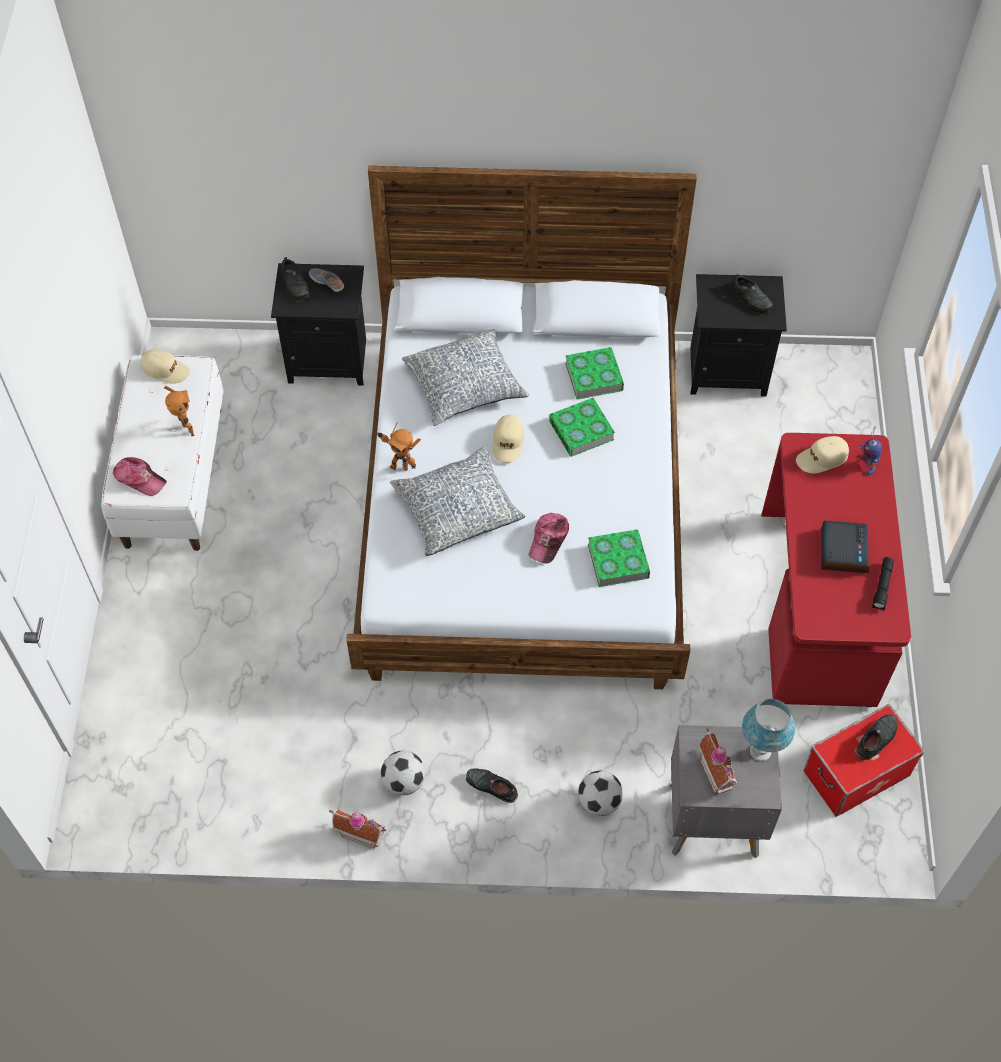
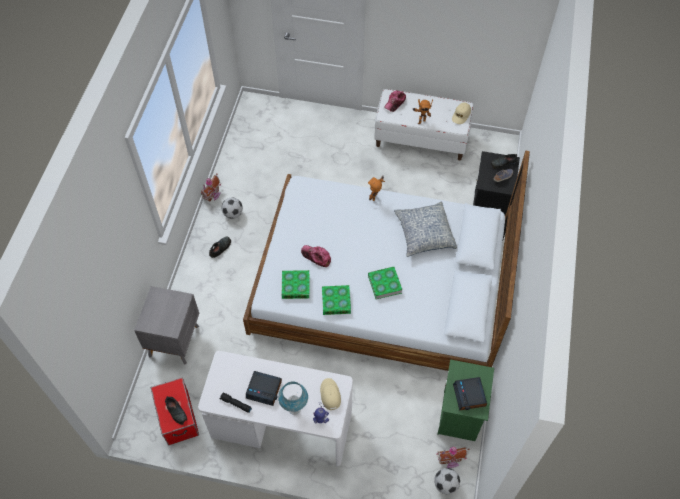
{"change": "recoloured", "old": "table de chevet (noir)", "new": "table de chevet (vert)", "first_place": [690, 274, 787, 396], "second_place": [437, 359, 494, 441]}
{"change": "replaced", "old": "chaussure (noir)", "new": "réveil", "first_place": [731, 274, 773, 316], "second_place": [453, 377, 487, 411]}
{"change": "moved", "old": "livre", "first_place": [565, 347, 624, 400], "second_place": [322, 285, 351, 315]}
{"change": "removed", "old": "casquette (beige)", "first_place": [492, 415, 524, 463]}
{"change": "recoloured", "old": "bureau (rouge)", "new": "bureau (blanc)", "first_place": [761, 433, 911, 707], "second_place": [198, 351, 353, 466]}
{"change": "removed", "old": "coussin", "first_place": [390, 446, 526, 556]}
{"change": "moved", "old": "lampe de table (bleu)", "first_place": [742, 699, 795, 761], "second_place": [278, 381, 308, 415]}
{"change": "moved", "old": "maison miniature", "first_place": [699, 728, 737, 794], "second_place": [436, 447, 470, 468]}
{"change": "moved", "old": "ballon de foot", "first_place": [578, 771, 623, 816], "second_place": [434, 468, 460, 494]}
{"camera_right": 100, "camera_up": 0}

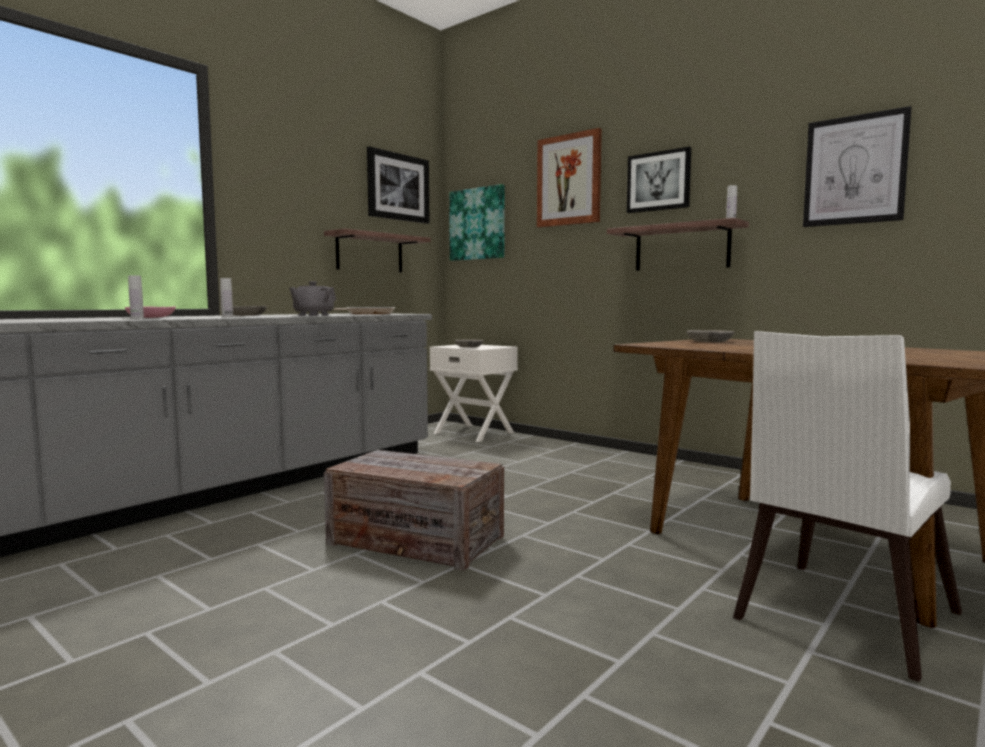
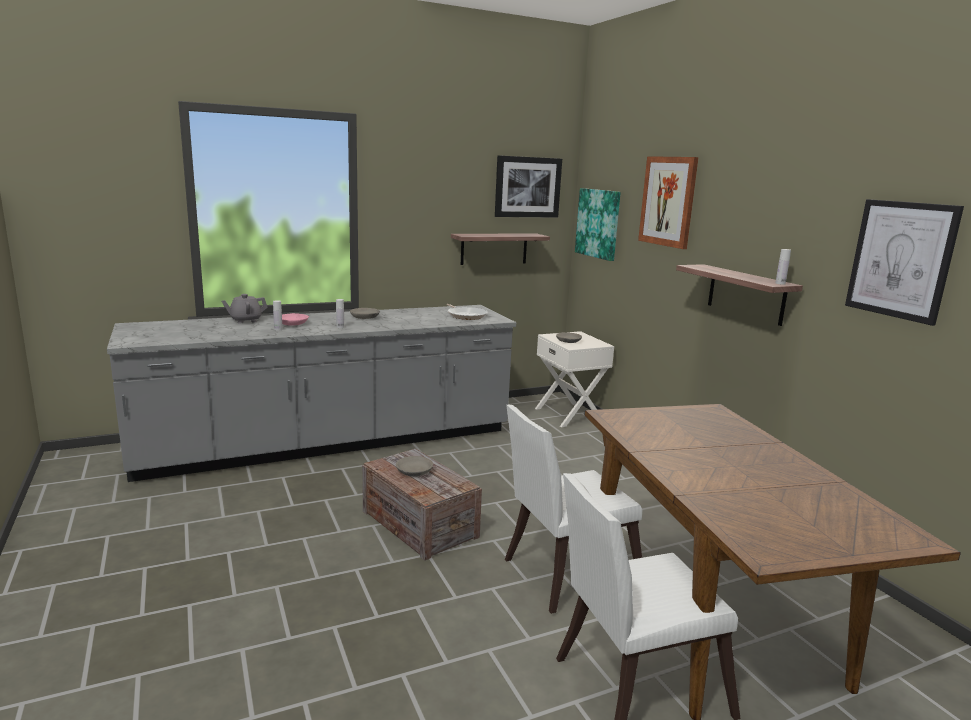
{"change": "removed", "old": "tableau", "first_place": [627, 147, 691, 213]}
{"change": "moved", "old": "théière (gris)", "first_place": [289, 281, 336, 316], "second_place": [221, 294, 268, 323]}
{"change": "moved", "old": "bol (gris)", "first_place": [687, 330, 735, 342], "second_place": [396, 456, 433, 477]}
{"change": "added", "new": "chaise (blanc)", "second_place": [505, 404, 643, 614]}
{"camera_right": 25, "camera_up": 10}

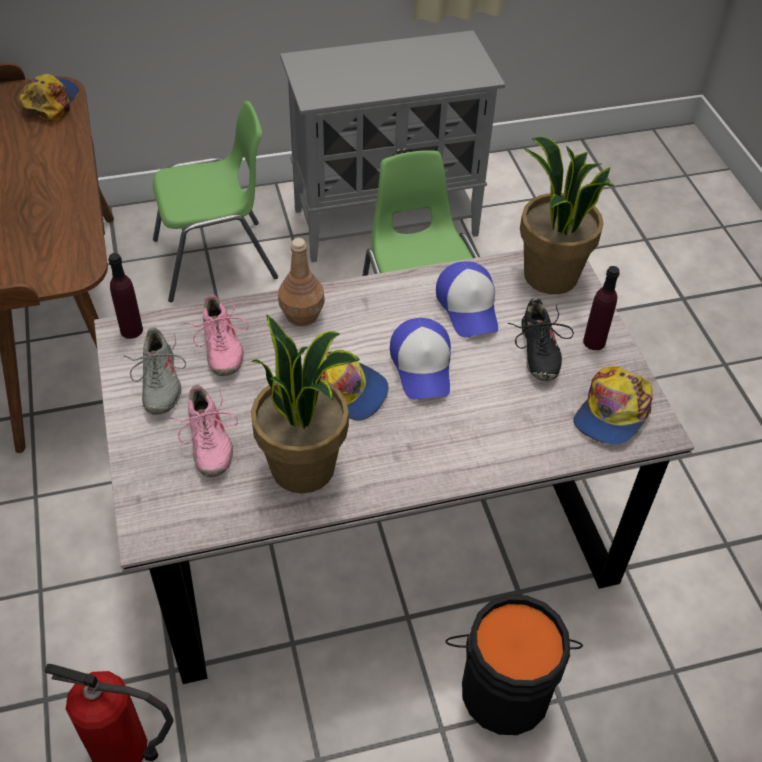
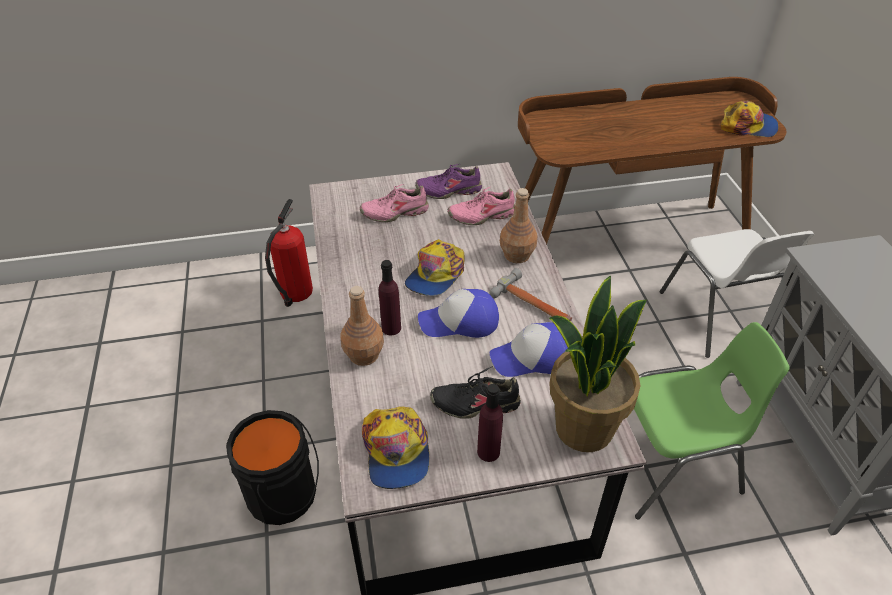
{"change": "recoloured", "old": "chaise (vert)", "new": "chaise (blanc)", "first_place": [153, 101, 278, 302], "second_place": [660, 229, 814, 358]}
{"change": "moved", "old": "bouteille (violet)", "first_place": [108, 253, 143, 339], "second_place": [379, 260, 401, 335]}
{"change": "removed", "old": "plante en pot", "first_place": [251, 315, 360, 493]}
{"change": "recoloured", "old": "chaussure (gris)", "new": "chaussure (violet)", "first_place": [123, 327, 186, 415], "second_place": [415, 164, 482, 199]}
{"change": "turned", "old": "casquette", "first_place": [573, 366, 653, 445], "second_place": [362, 406, 429, 489], "degrees": -135}
{"change": "added", "new": "marteau", "second_place": [490, 268, 572, 321]}
{"change": "added", "new": "bouteille (marron)", "second_place": [340, 286, 384, 366]}
{"camera_right": 95, "camera_up": -5}

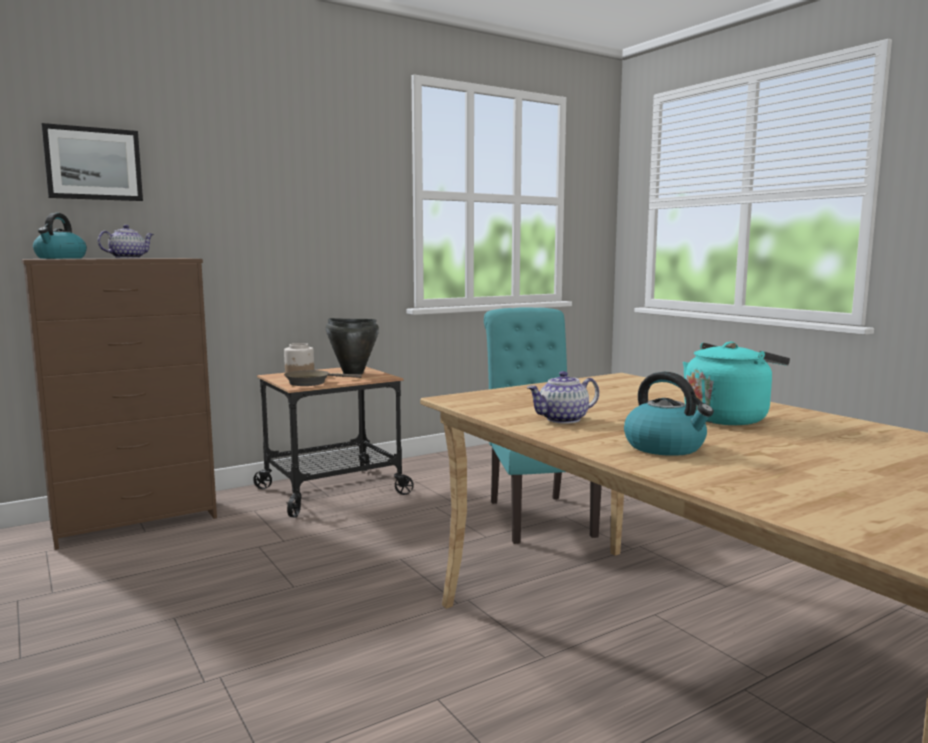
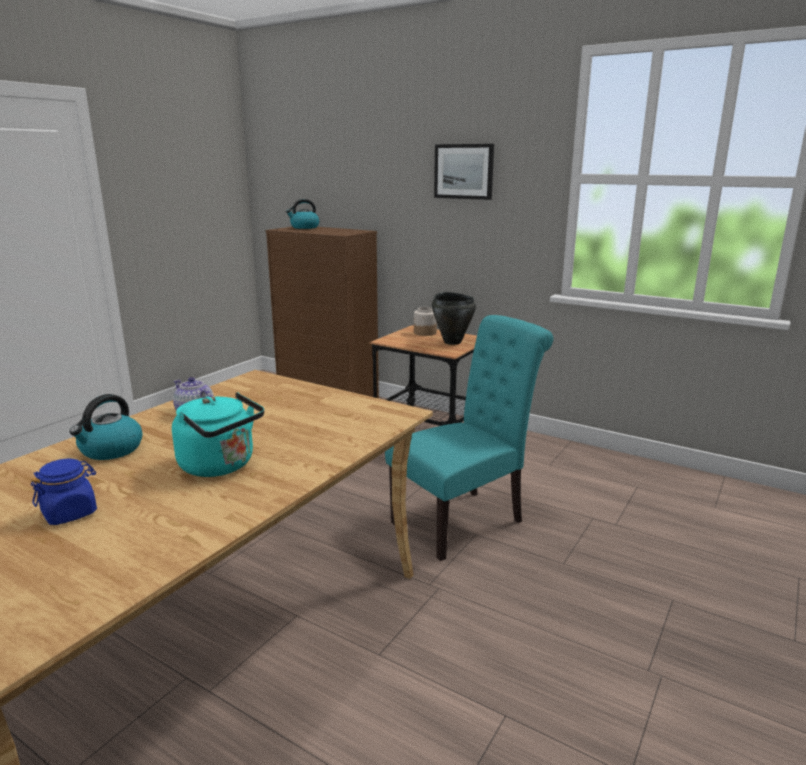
{"change": "moved", "old": "tableau", "first_place": [41, 123, 143, 201], "second_place": [434, 144, 494, 200]}
{"change": "removed", "old": "théière", "first_place": [98, 225, 154, 258]}
{"change": "removed", "old": "poêle (marron)", "first_place": [284, 370, 362, 386]}
{"change": "added", "new": "bocal (bleu)", "second_place": [31, 459, 97, 525]}
{"camera_right": 65, "camera_up": 10}

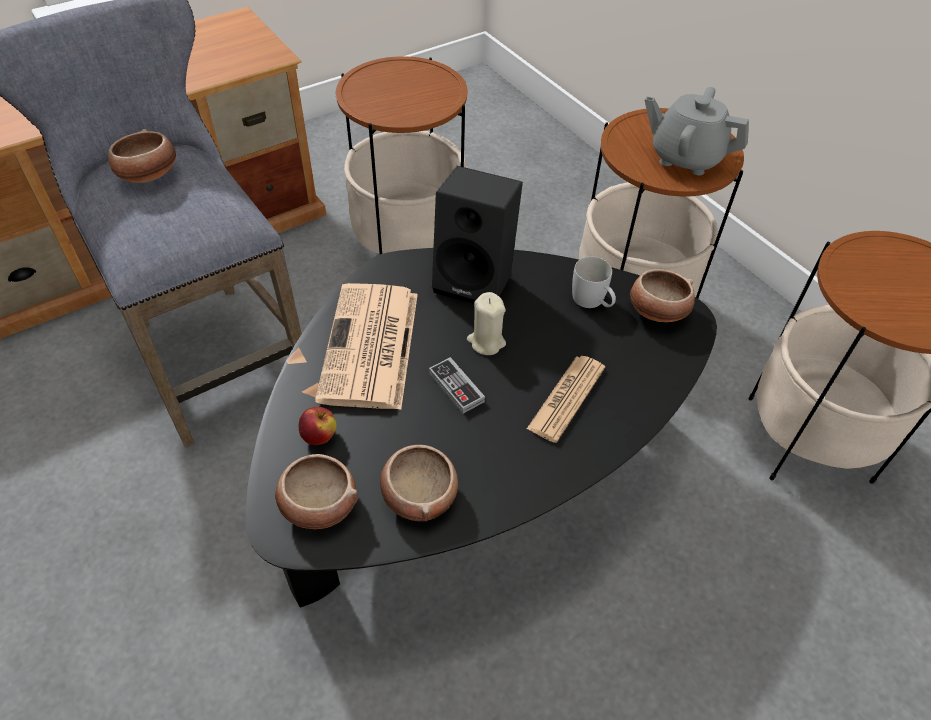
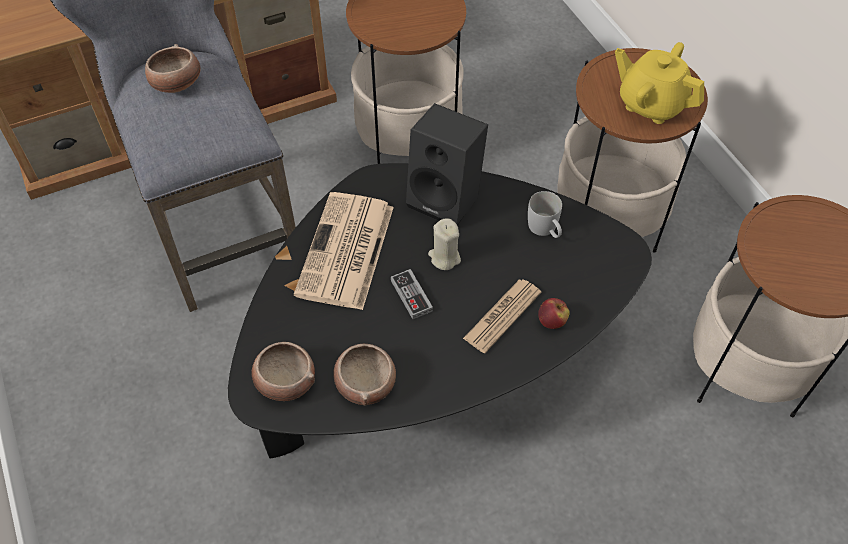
{"change": "recoloured", "old": "théière (gris)", "new": "théière (jaune)", "first_place": [645, 87, 749, 175], "second_place": [615, 42, 704, 124]}
{"change": "removed", "old": "bol", "first_place": [630, 269, 695, 322]}
{"change": "moved", "old": "pomme", "first_place": [299, 407, 337, 445], "second_place": [538, 298, 570, 329]}
{"camera_right": 10, "camera_up": 5}

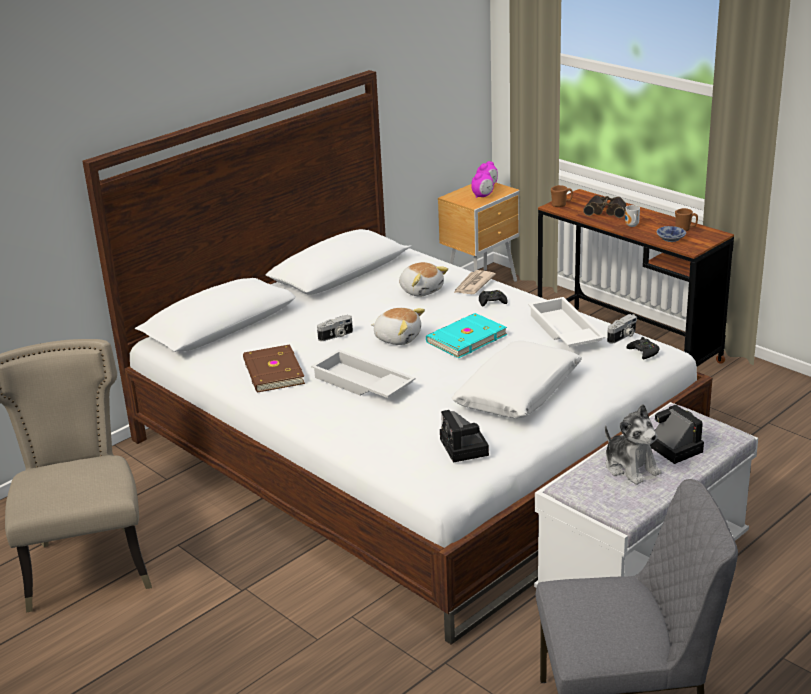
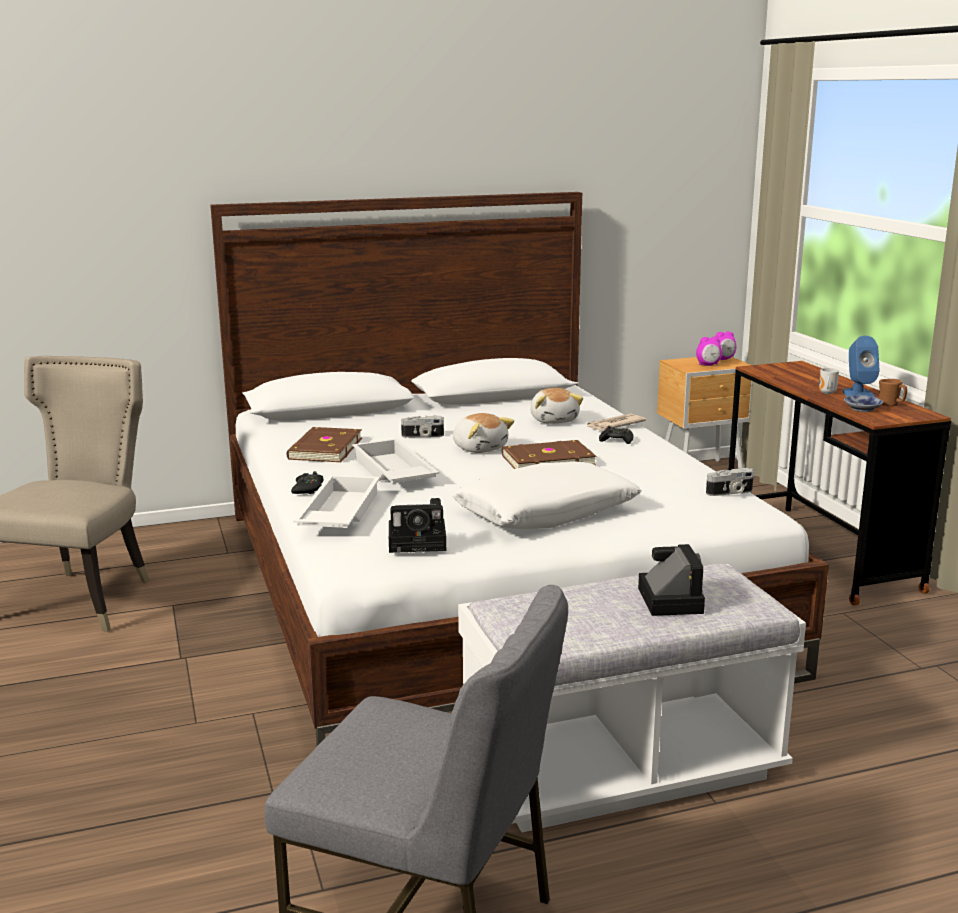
{"change": "removed", "old": "mug (marron)", "first_place": [551, 185, 573, 207]}
{"change": "removed", "old": "jumelles", "first_place": [583, 195, 626, 218]}
{"change": "moved", "old": "plateau (blanc)", "first_place": [528, 297, 605, 347], "second_place": [293, 475, 380, 528]}
{"change": "recoloured", "old": "livre (turquoise)", "new": "livre (marron)", "first_place": [426, 313, 507, 358], "second_place": [502, 440, 596, 469]}
{"change": "moved", "old": "manette (noir)", "first_place": [626, 337, 660, 359], "second_place": [291, 471, 324, 494]}
{"change": "removed", "old": "peluche", "first_place": [605, 404, 662, 485]}
{"change": "turned", "old": "appareil photo", "first_place": [440, 410, 489, 463], "second_place": [389, 498, 446, 553], "degrees": -105}
{"change": "added", "new": "enceinte (bleu)", "second_place": [843, 336, 880, 397]}
{"camera_right": 25, "camera_up": -10}

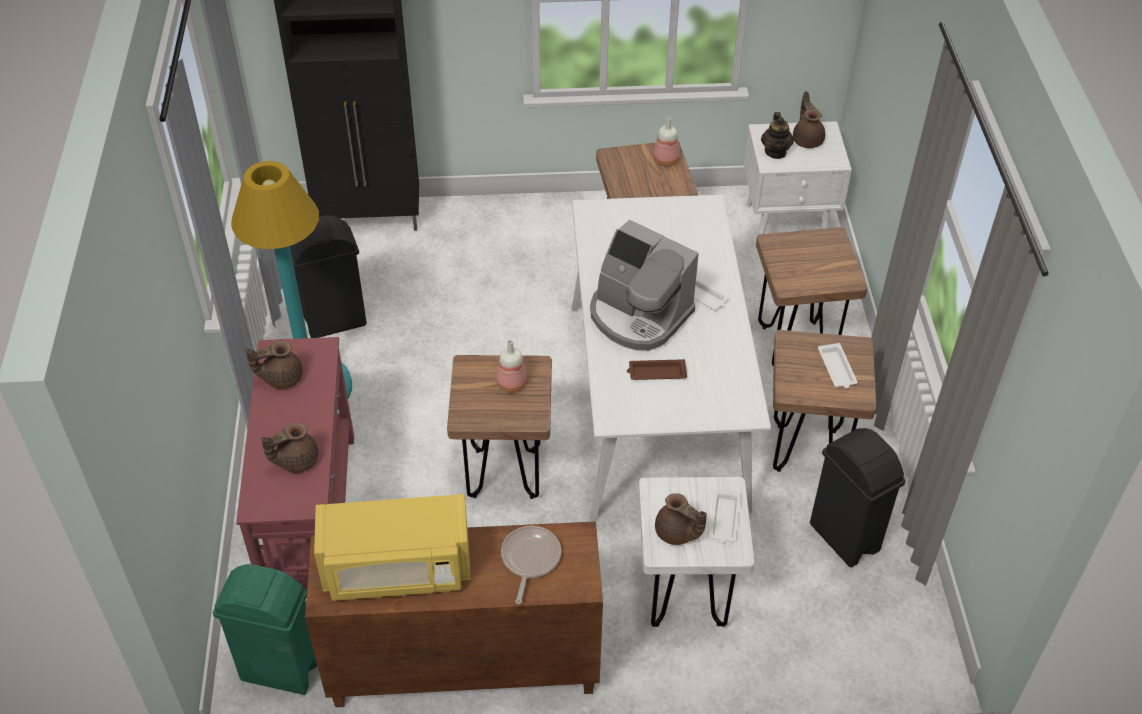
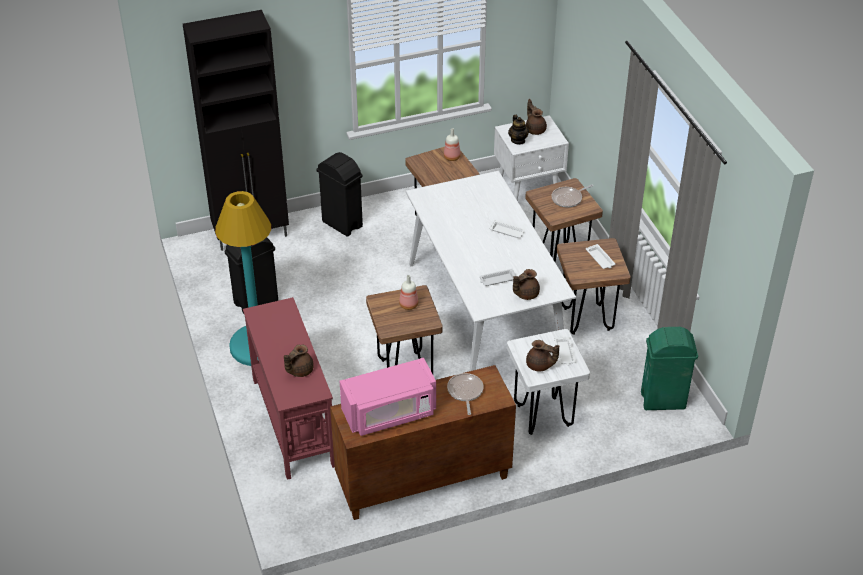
{"change": "removed", "old": "machine à café", "first_place": [590, 219, 699, 351]}
{"change": "moved", "old": "théière (marron)", "first_place": [246, 341, 303, 389], "second_place": [513, 269, 540, 300]}
{"change": "recoloured", "old": "plateau (marron)", "new": "plateau (blanc)", "first_place": [627, 359, 687, 380], "second_place": [480, 269, 516, 286]}
{"change": "moved", "old": "poubelle (noir)", "first_place": [810, 428, 906, 568], "second_place": [317, 152, 363, 237]}
{"change": "recoloured", "old": "micro-ondes (jaune)", "new": "micro-ondes (rose)", "first_place": [314, 494, 471, 601], "second_place": [340, 358, 436, 436]}
{"change": "moved", "old": "poubelle (vert)", "first_place": [213, 564, 317, 695], "second_place": [641, 327, 698, 410]}
{"change": "added", "new": "poêle", "second_place": [551, 184, 593, 208]}
{"camera_right": -15, "camera_up": -5}

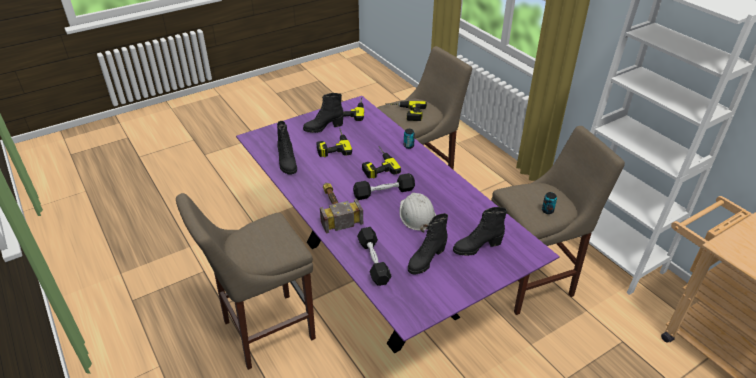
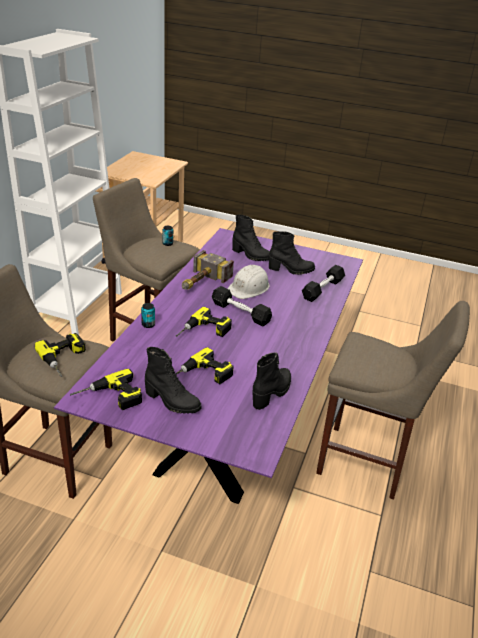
{"change": "moved", "old": "marteau", "first_place": [320, 183, 363, 233], "second_place": [182, 250, 234, 290]}
{"camera_right": -130, "camera_up": -5}

